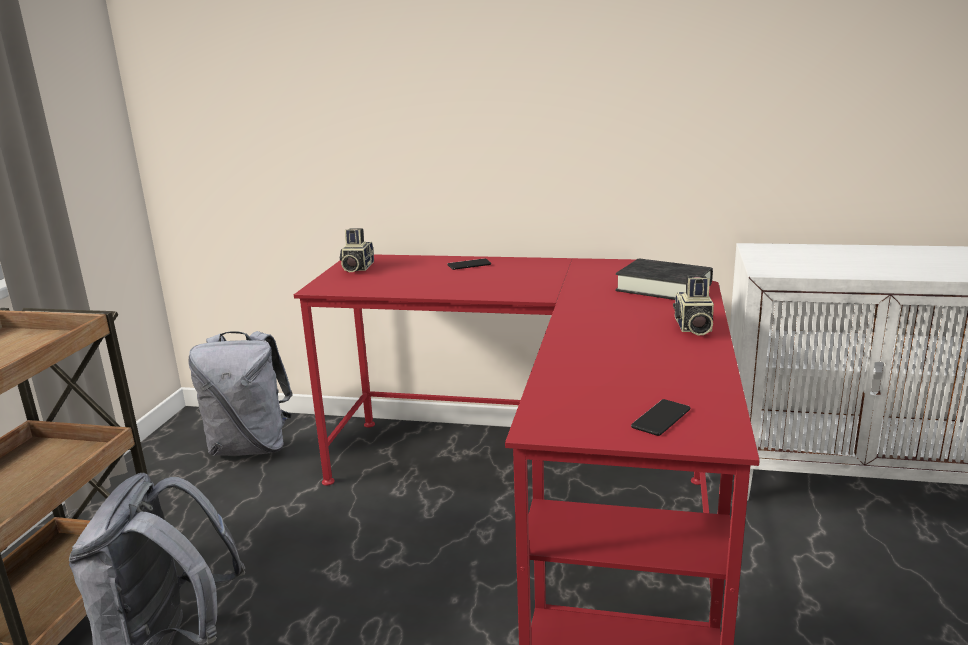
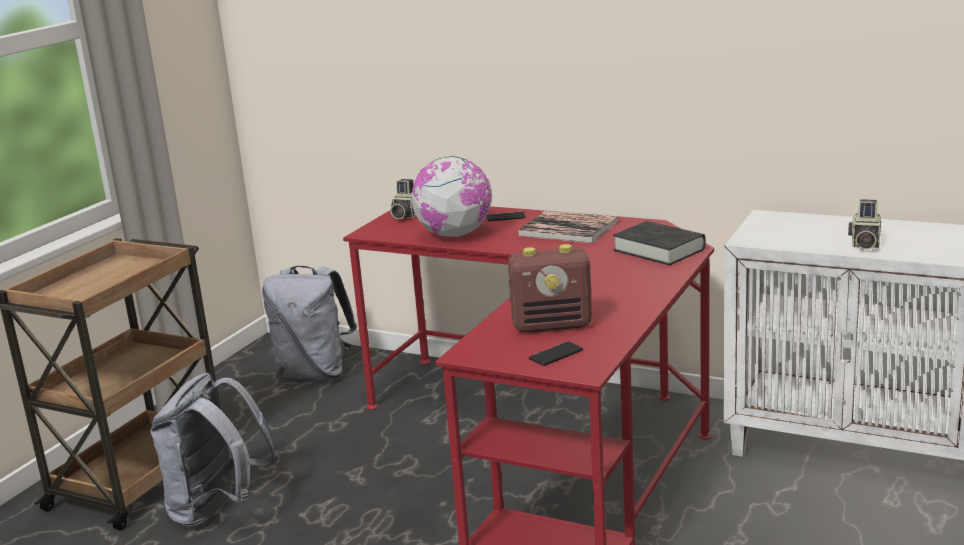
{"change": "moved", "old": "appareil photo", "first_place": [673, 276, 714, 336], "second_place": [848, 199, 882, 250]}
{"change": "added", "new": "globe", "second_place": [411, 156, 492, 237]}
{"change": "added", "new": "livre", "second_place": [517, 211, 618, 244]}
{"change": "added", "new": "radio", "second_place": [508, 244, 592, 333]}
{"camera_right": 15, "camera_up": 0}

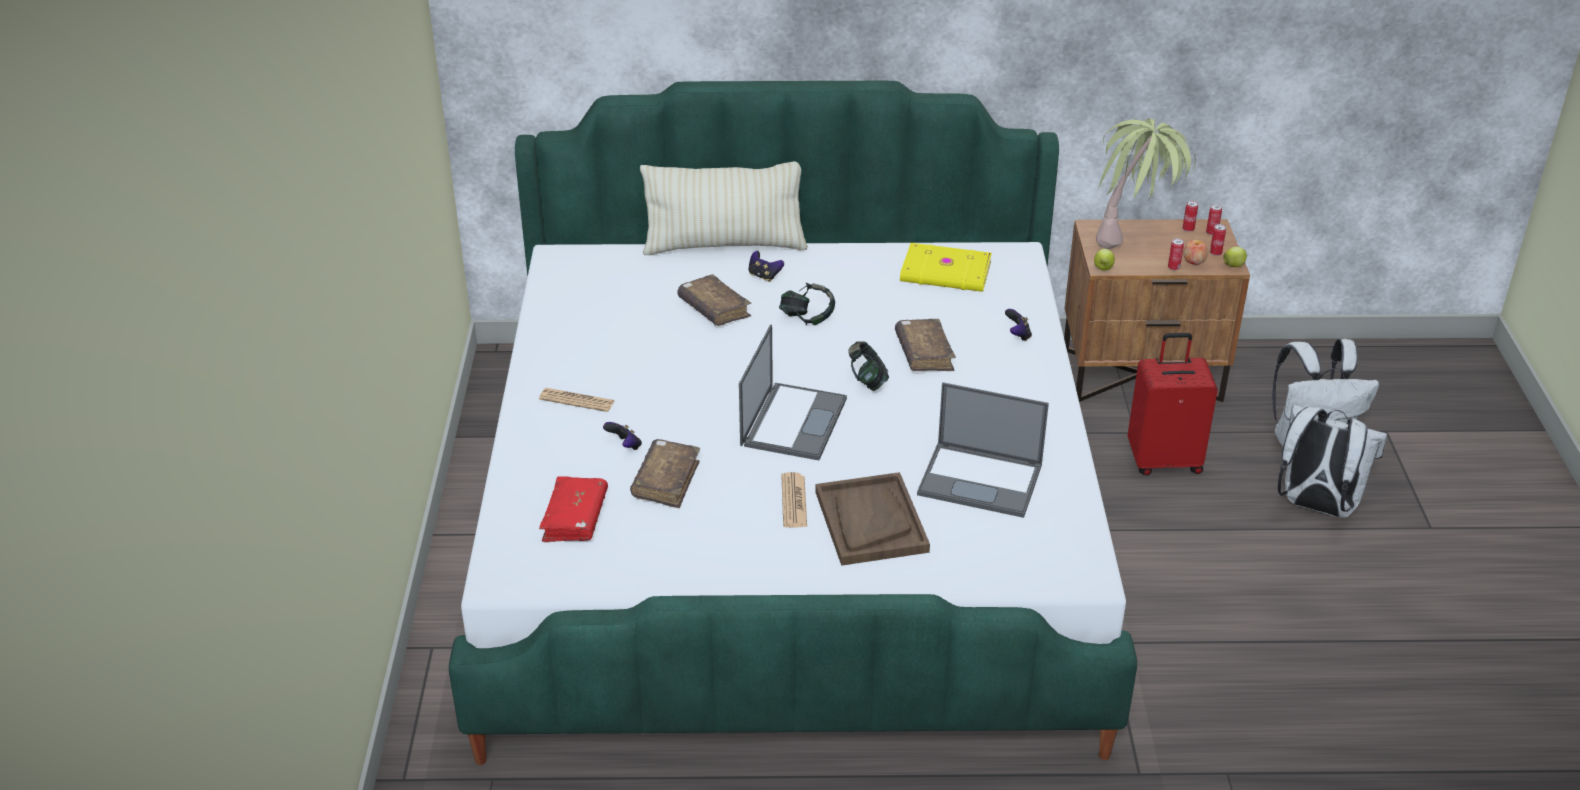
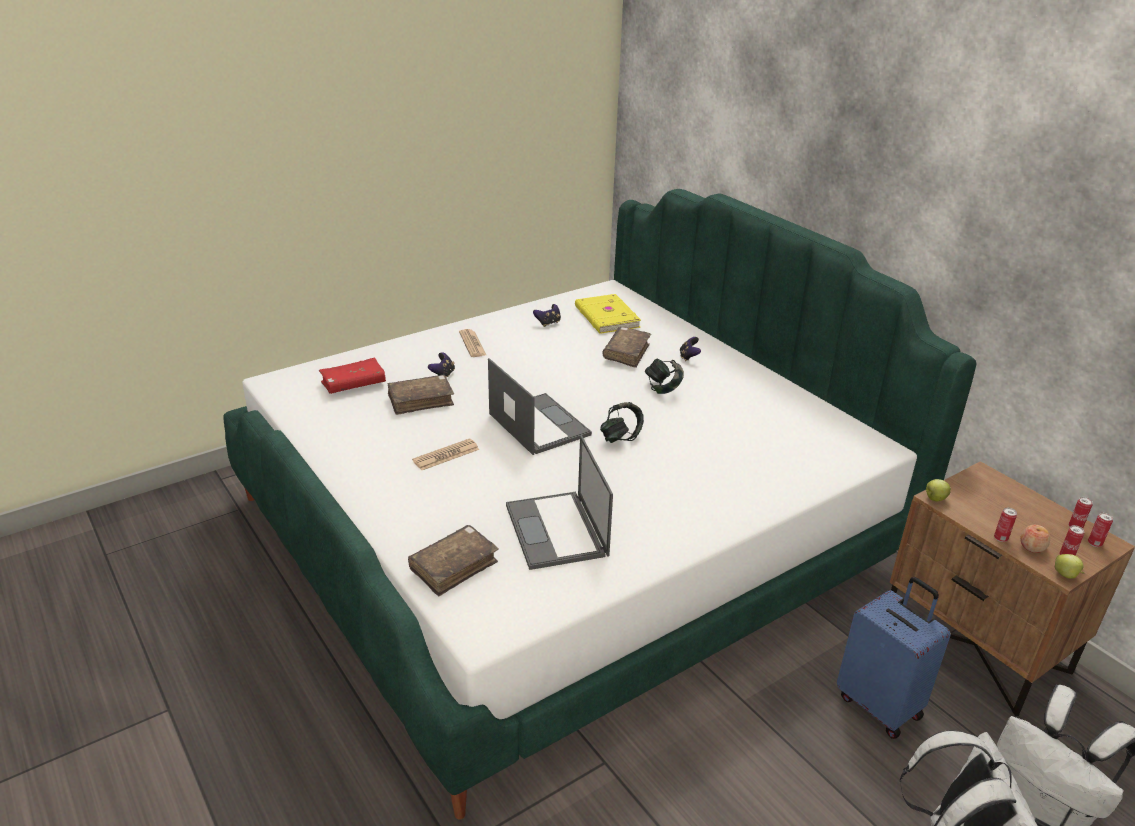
{"change": "removed", "old": "plante en pot", "first_place": [1096, 119, 1196, 249]}
{"change": "removed", "old": "coussin (beige)", "first_place": [640, 161, 808, 255]}
{"change": "moved", "old": "livre (jaune)", "first_place": [900, 243, 992, 292], "second_place": [575, 294, 641, 334]}
{"change": "moved", "old": "manette", "first_place": [1005, 309, 1032, 342], "second_place": [533, 304, 561, 327]}
{"change": "moved", "old": "livre (marron)", "first_place": [895, 319, 956, 371], "second_place": [408, 525, 499, 596]}
{"change": "turned", "old": "ordinateur portable", "first_place": [739, 325, 847, 460], "second_place": [488, 358, 592, 455], "degrees": -105}
{"change": "recoloured", "old": "valise (rouge)", "new": "valise (bleu)", "first_place": [1127, 333, 1218, 476], "second_place": [837, 577, 951, 739]}
{"change": "removed", "old": "plateau (marron)", "first_place": [815, 472, 930, 566]}
{"camera_right": 55, "camera_up": -5}

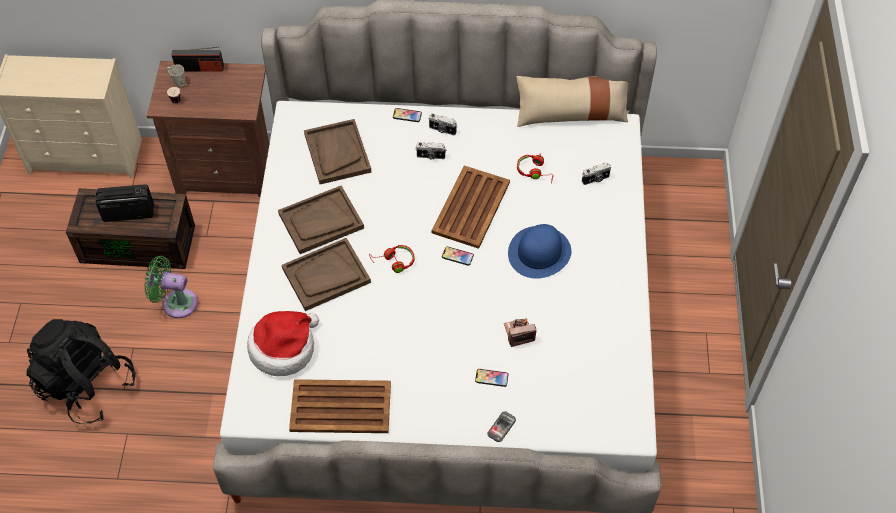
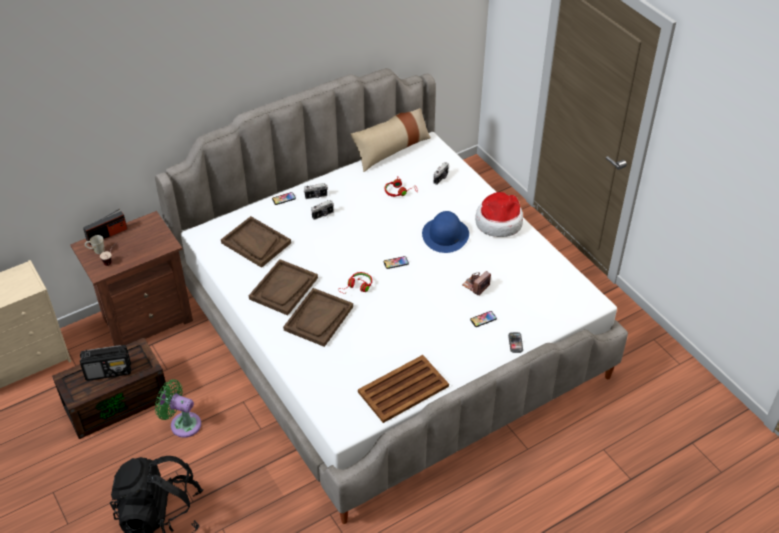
{"change": "removed", "old": "plateau (marron)", "first_place": [431, 166, 510, 249]}
{"change": "turned", "old": "radio", "first_place": [95, 184, 154, 222], "second_place": [80, 345, 131, 381], "degrees": -150}
{"change": "turned", "old": "ventilateur (vert)", "first_place": [144, 256, 198, 318], "second_place": [155, 379, 201, 438], "degrees": 45}
{"change": "moved", "old": "chapeau", "first_place": [247, 311, 319, 376], "second_place": [475, 192, 523, 237]}
{"camera_right": -35, "camera_up": -10}

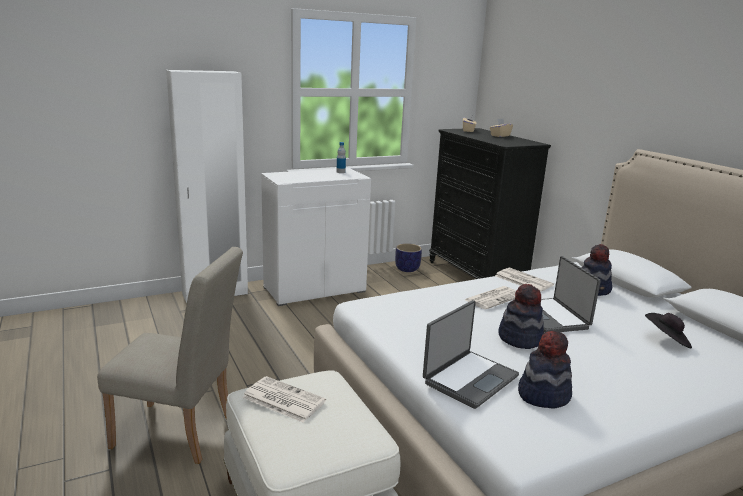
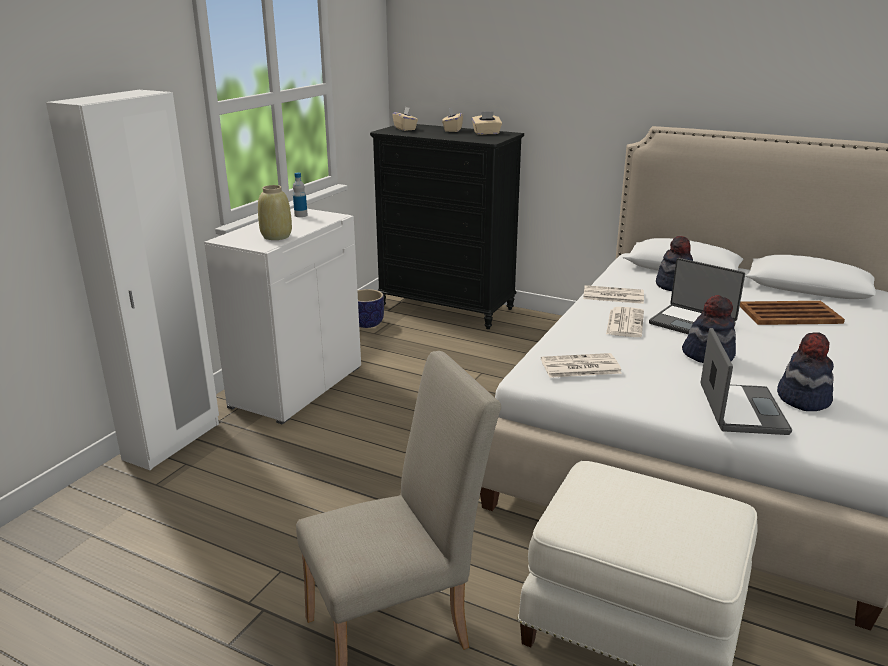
{"change": "replaced", "old": "chapeau (noir)", "new": "plateau (marron)", "first_place": [645, 313, 692, 349], "second_place": [740, 301, 845, 325]}
{"change": "moved", "old": "journal", "first_place": [242, 376, 326, 422], "second_place": [541, 353, 622, 378]}
{"change": "added", "new": "boîte à mouchoirs (beige)", "second_place": [472, 112, 502, 135]}
{"change": "added", "new": "vase (beige)", "second_place": [258, 185, 292, 240]}
{"camera_right": -35, "camera_up": 5}

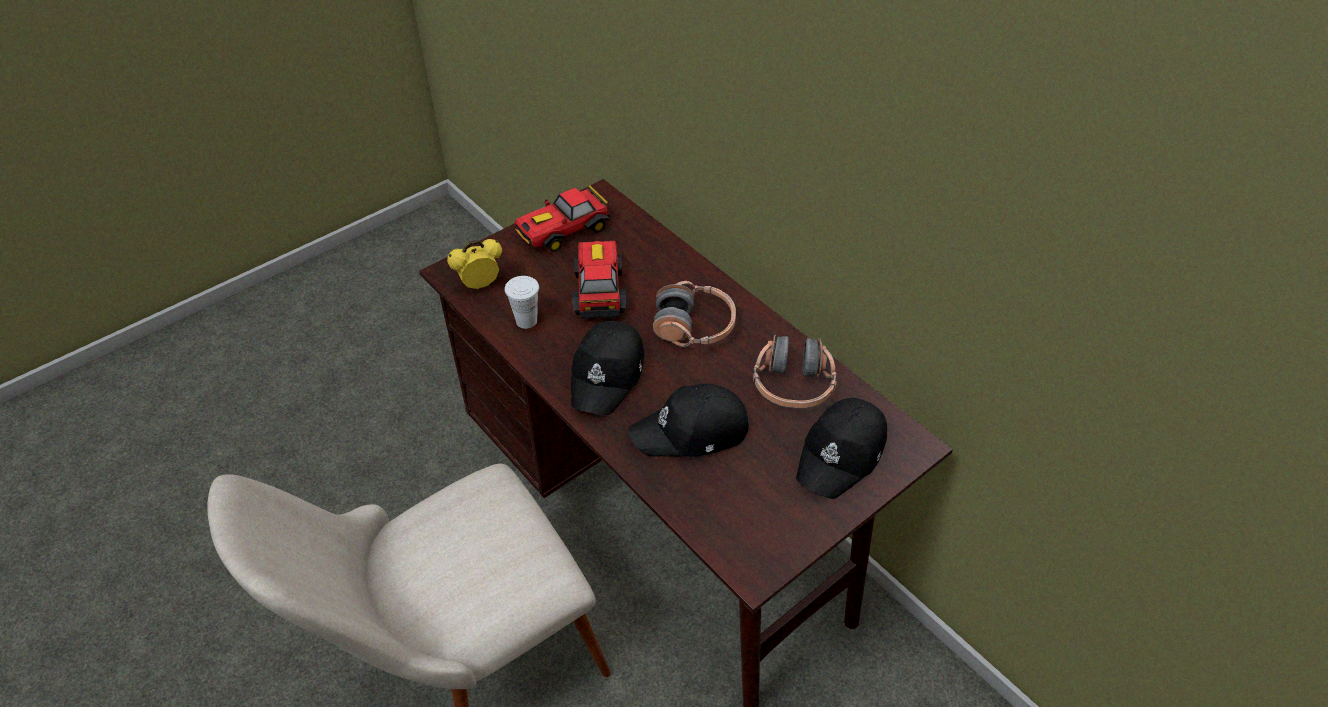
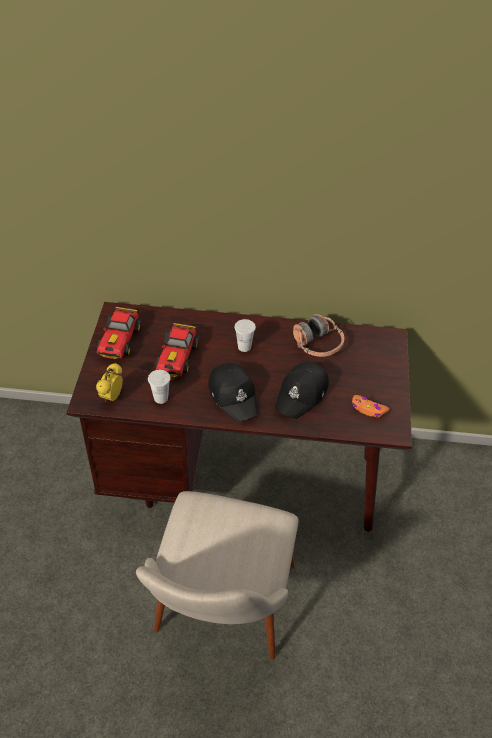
{"change": "turned", "old": "petite voiture", "first_place": [572, 241, 627, 319], "second_place": [155, 323, 200, 377], "degrees": -120}
{"change": "replaced", "old": "casque audio", "new": "tasse (blanc)", "first_place": [653, 281, 736, 347], "second_place": [234, 319, 256, 352]}
{"change": "removed", "old": "casquette (noir)", "first_place": [796, 398, 887, 499]}
{"change": "added", "new": "manette (orange)", "second_place": [352, 395, 389, 417]}
{"camera_right": -45, "camera_up": 0}

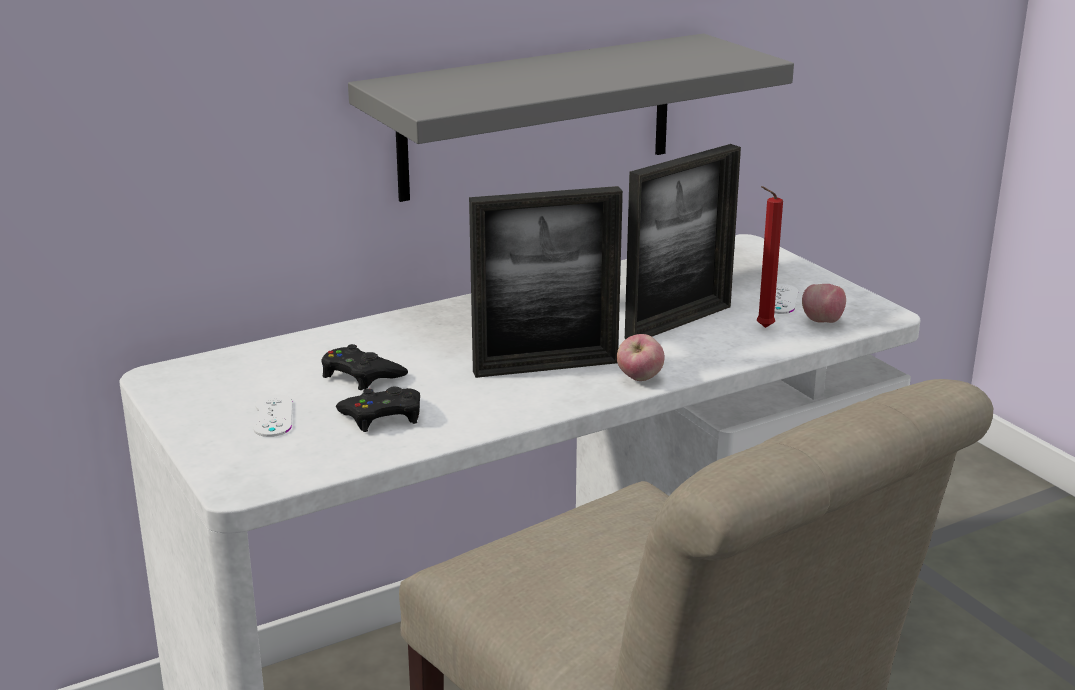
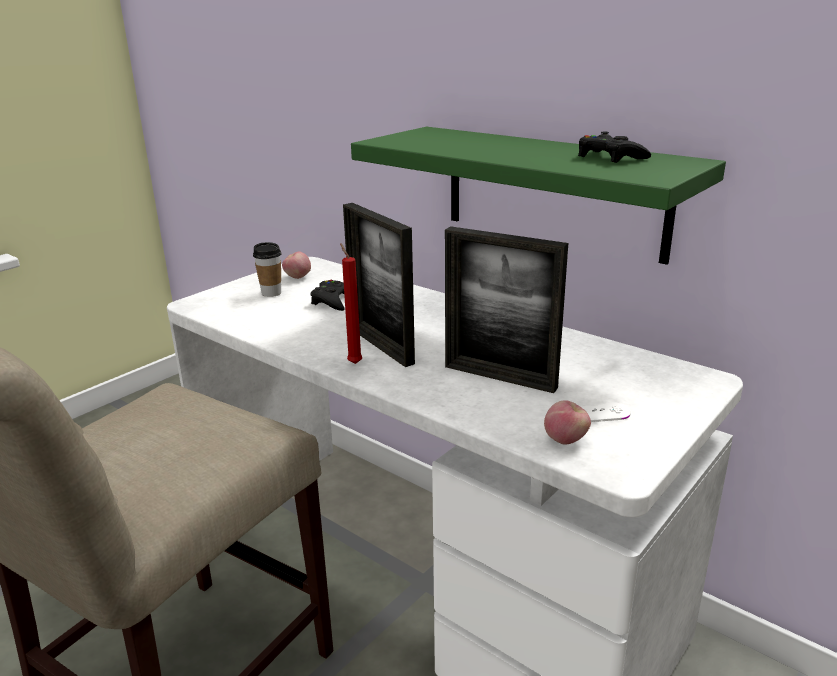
{"change": "recoloured", "old": "étagère (gris)", "new": "étagère (vert)", "first_place": [348, 34, 794, 202], "second_place": [351, 127, 726, 265]}
{"change": "moved", "old": "bougie (rouge)", "first_place": [757, 186, 783, 328], "second_place": [340, 243, 363, 364]}
{"change": "moved", "old": "pomme", "first_place": [617, 334, 664, 381], "second_place": [282, 252, 311, 279]}
{"change": "moved", "old": "manette (noir)", "first_place": [336, 386, 420, 432], "second_place": [578, 132, 651, 163]}
{"change": "replaced", "old": "manette (blanc)", "new": "tasse", "first_place": [253, 394, 293, 437], "second_place": [253, 242, 281, 297]}
{"camera_right": 70, "camera_up": 0}

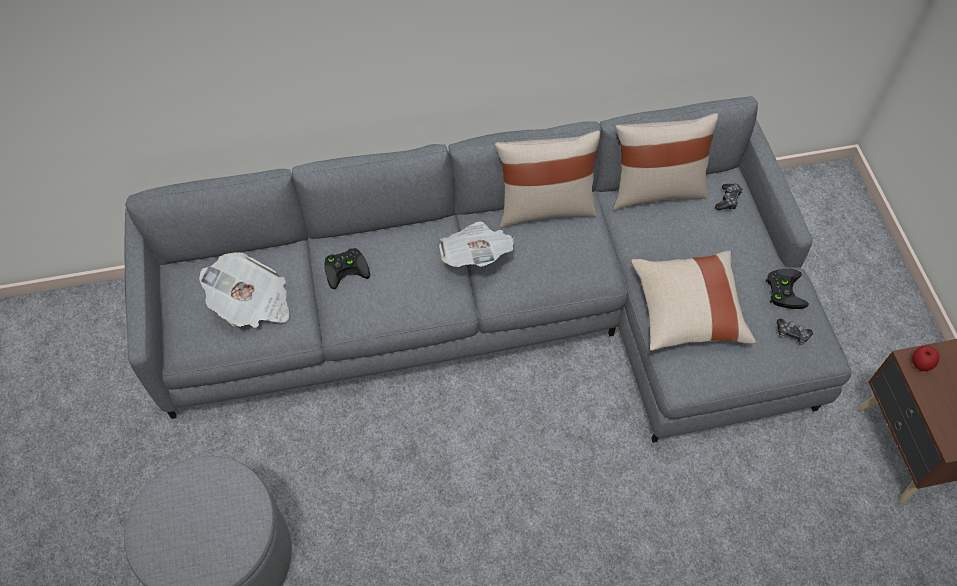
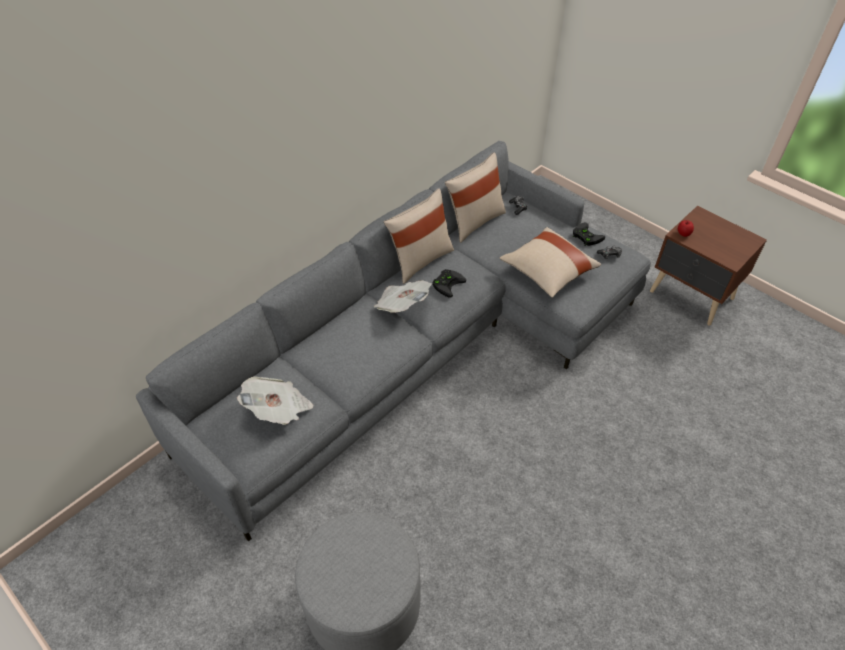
{"change": "moved", "old": "manette (noir)", "first_place": [324, 248, 370, 289], "second_place": [432, 269, 466, 298]}
{"camera_right": -35, "camera_up": -10}

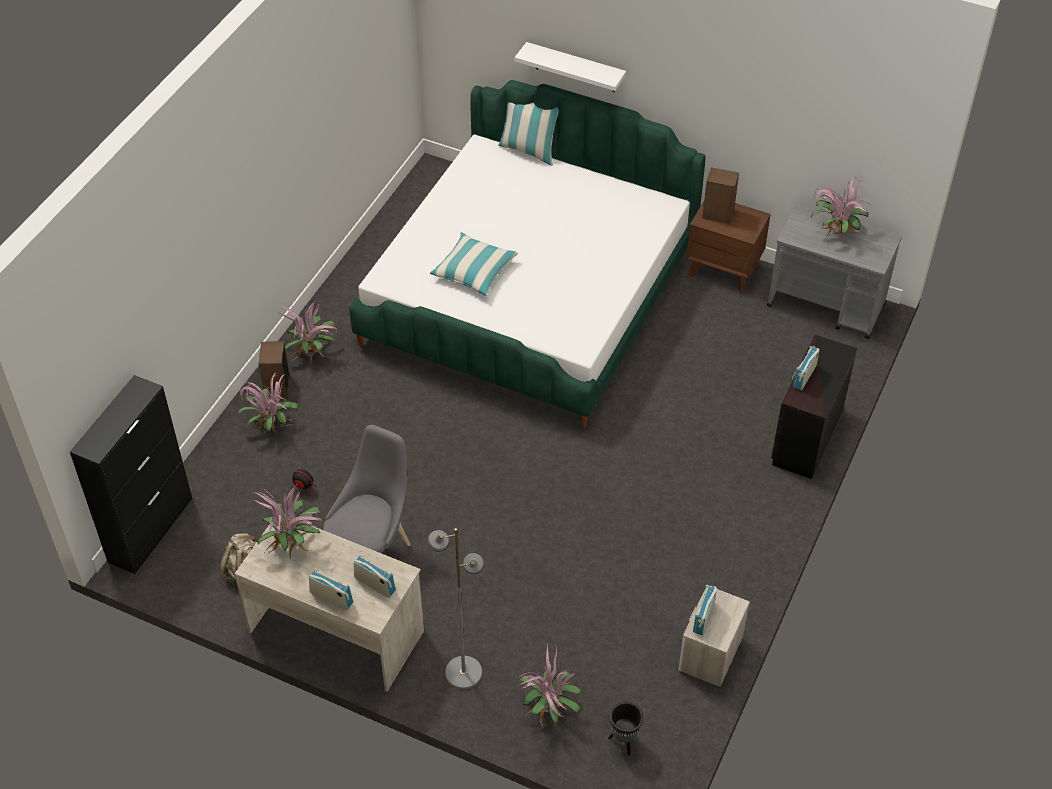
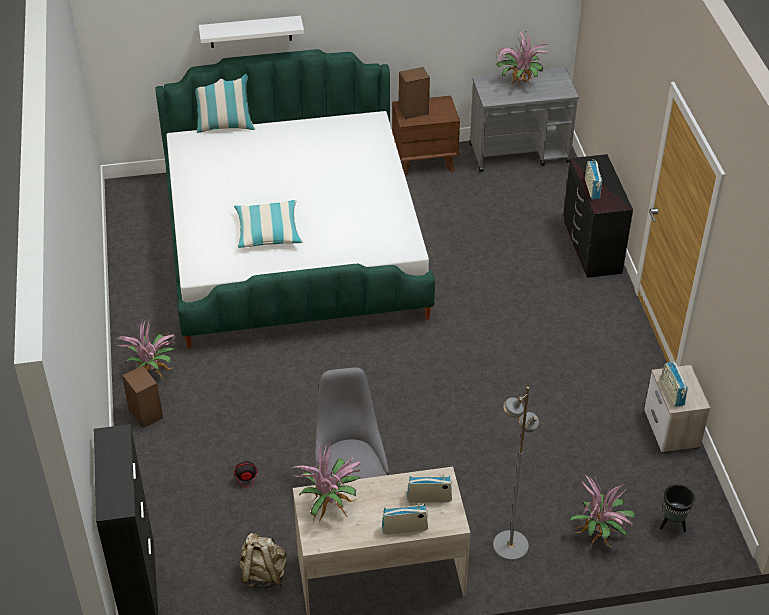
{"change": "removed", "old": "plante en pot", "first_place": [238, 373, 299, 435]}
{"camera_right": -35, "camera_up": -5}

